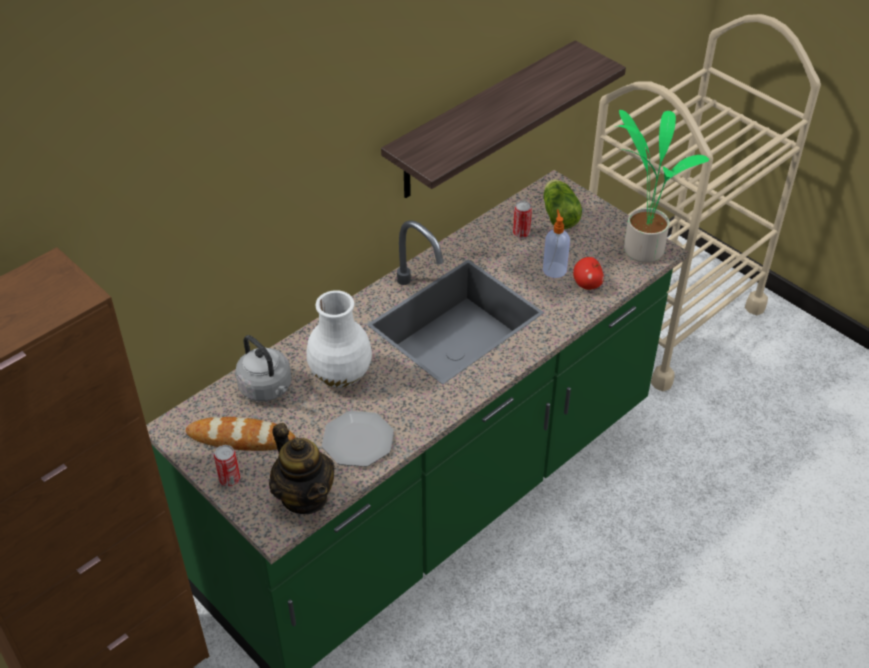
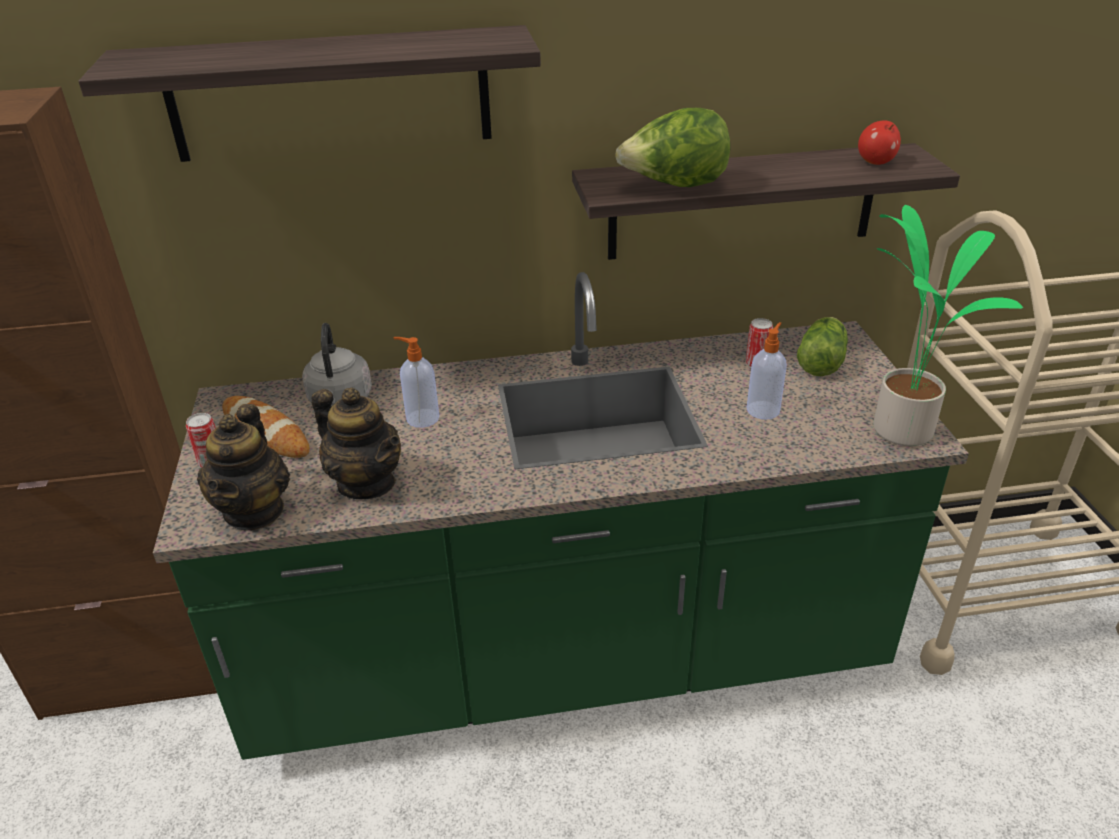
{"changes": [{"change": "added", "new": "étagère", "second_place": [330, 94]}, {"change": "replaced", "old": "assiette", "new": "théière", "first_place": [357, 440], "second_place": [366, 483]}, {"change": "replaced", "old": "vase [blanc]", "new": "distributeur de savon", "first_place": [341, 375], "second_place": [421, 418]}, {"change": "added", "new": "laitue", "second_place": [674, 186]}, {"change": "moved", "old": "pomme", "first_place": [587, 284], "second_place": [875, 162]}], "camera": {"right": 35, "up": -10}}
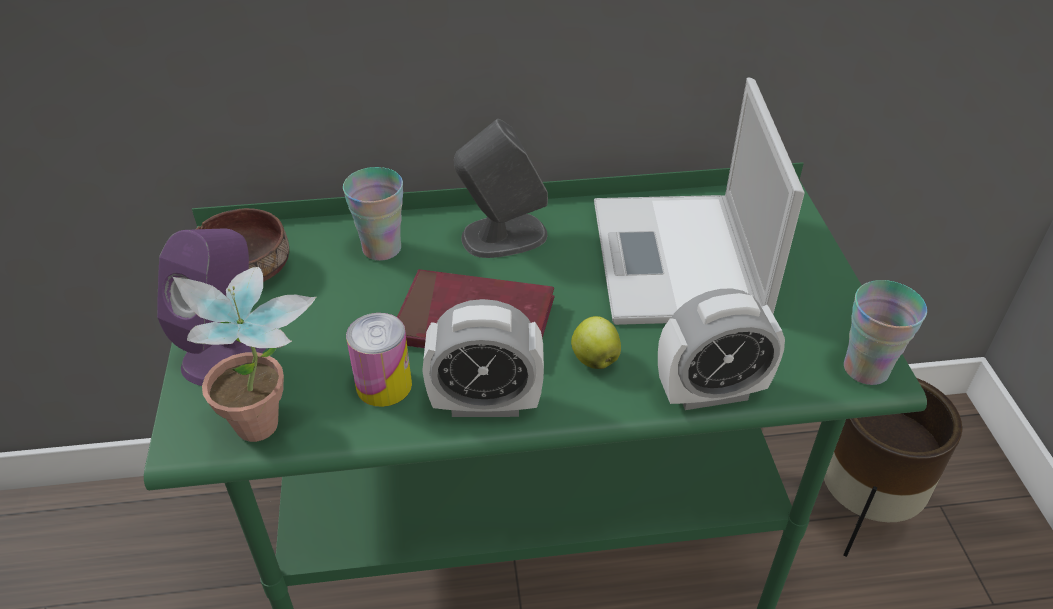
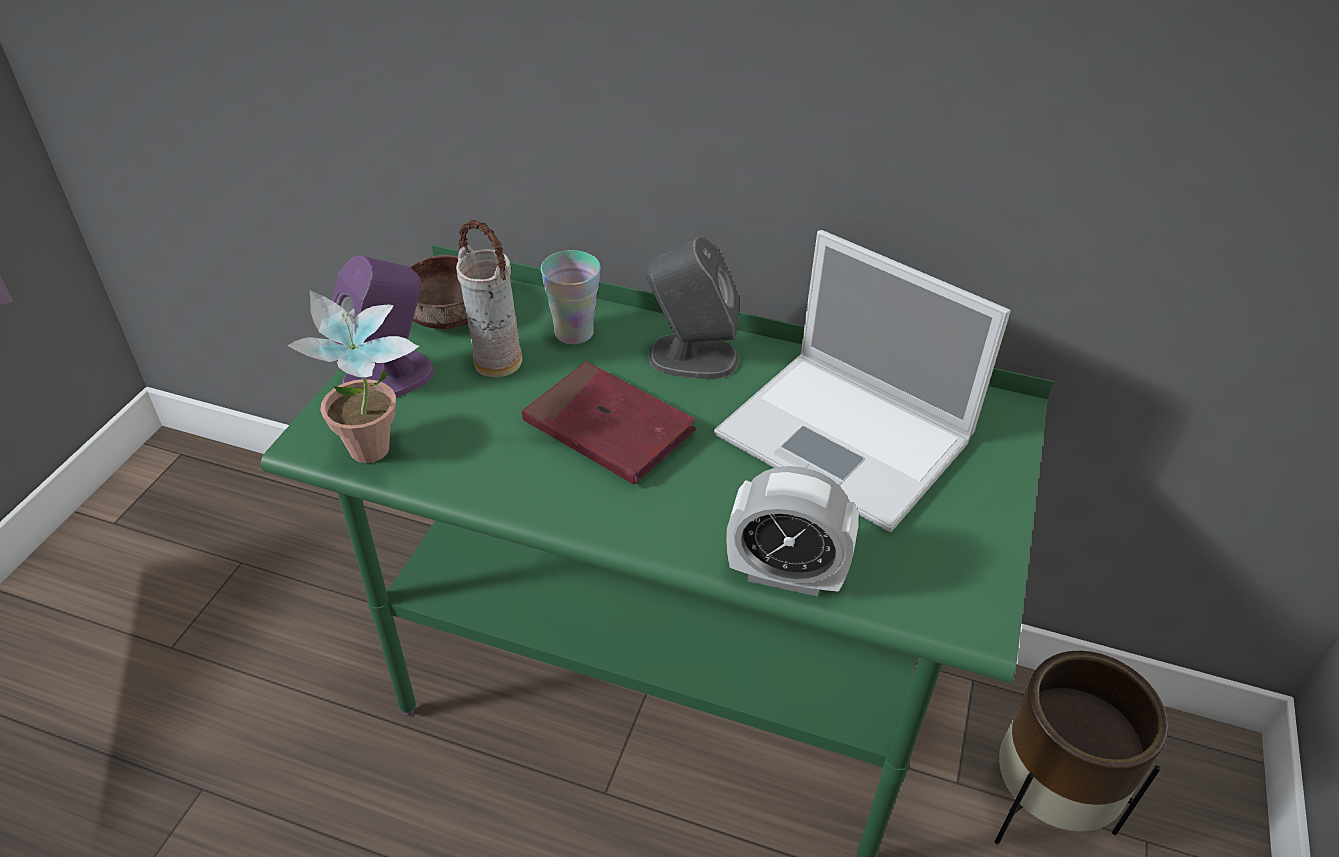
{"changes": [{"change": "added", "new": "vase", "second_place": [496, 364]}, {"change": "turned", "old": "ordinateur portable", "first_place": [678, 261], "second_place": [848, 439], "degrees": -75}, {"change": "removed", "old": "boîte métallique", "first_place": [384, 385]}, {"change": "removed", "old": "réveil", "first_place": [485, 403]}, {"change": "removed", "old": "pomme", "first_place": [594, 359]}, {"change": "removed", "old": "tasse", "first_place": [866, 369]}], "camera": {"right": 25, "up": 0}}
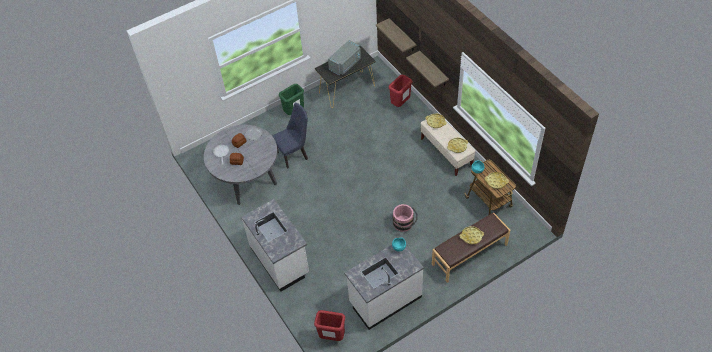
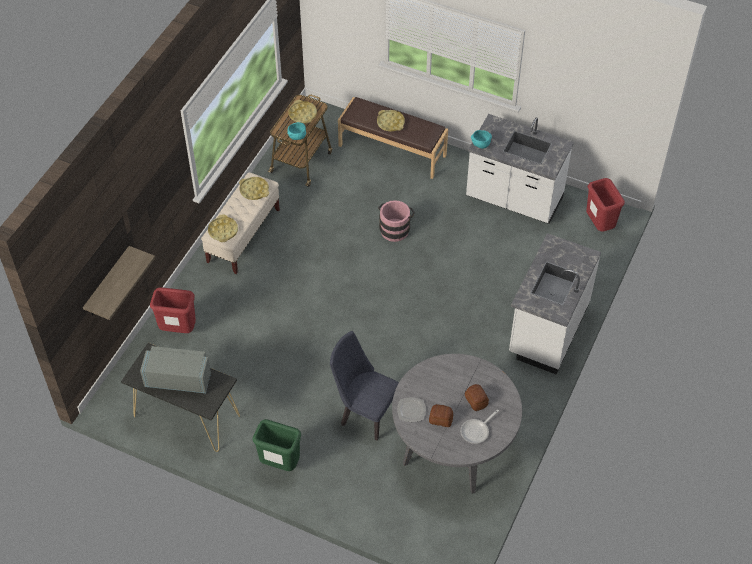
{"changes": [{"change": "removed", "old": "étagère", "first_place": [434, 69]}], "camera": {"right": -125, "up": 0}}
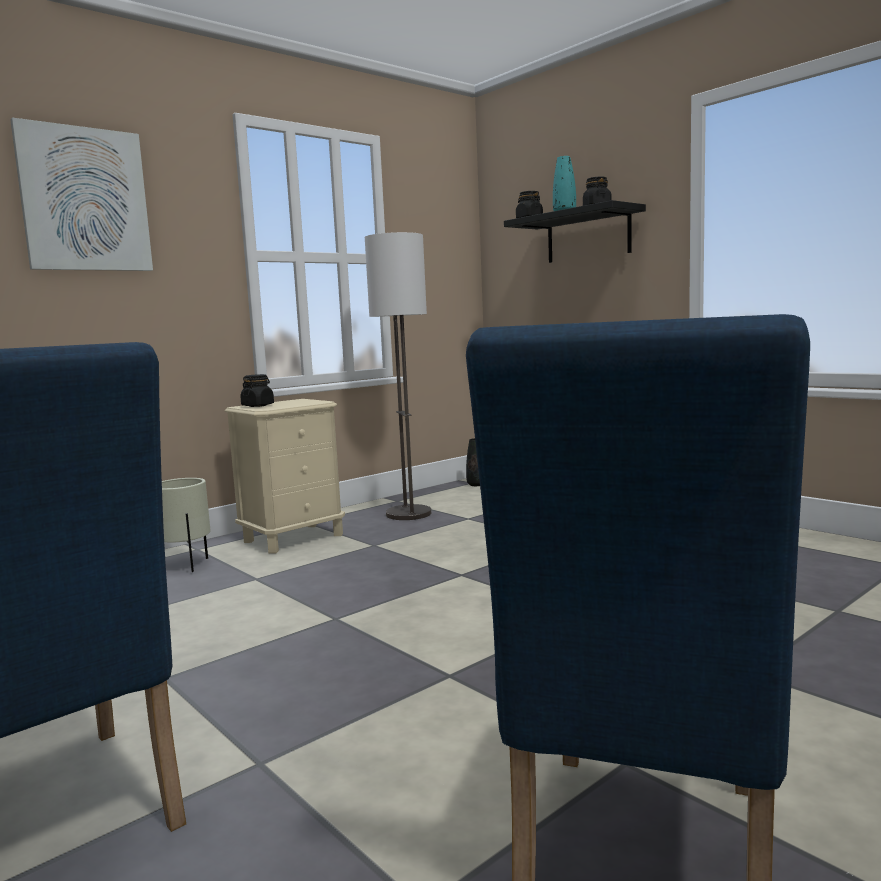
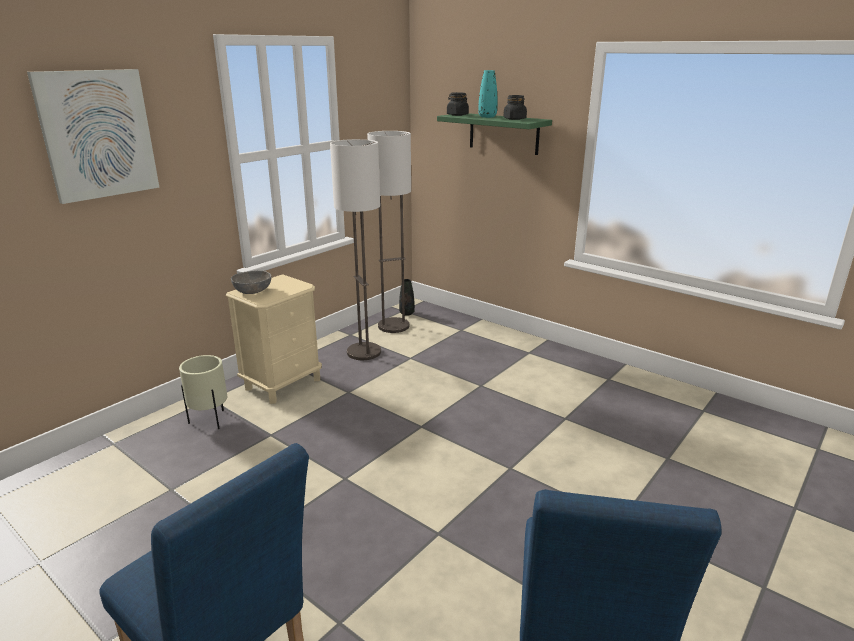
{"changes": [{"change": "replaced", "old": "bocal [noir]", "new": "bol [gris]", "first_place": [258, 405], "second_place": [253, 291]}, {"change": "added", "new": "lampadaire", "second_place": [393, 326]}, {"change": "recoloured", "old": "étagère [noir]", "new": "étagère [vert]", "first_place": [588, 236], "second_place": [503, 133]}], "camera": {"right": -10, "up": 15}}
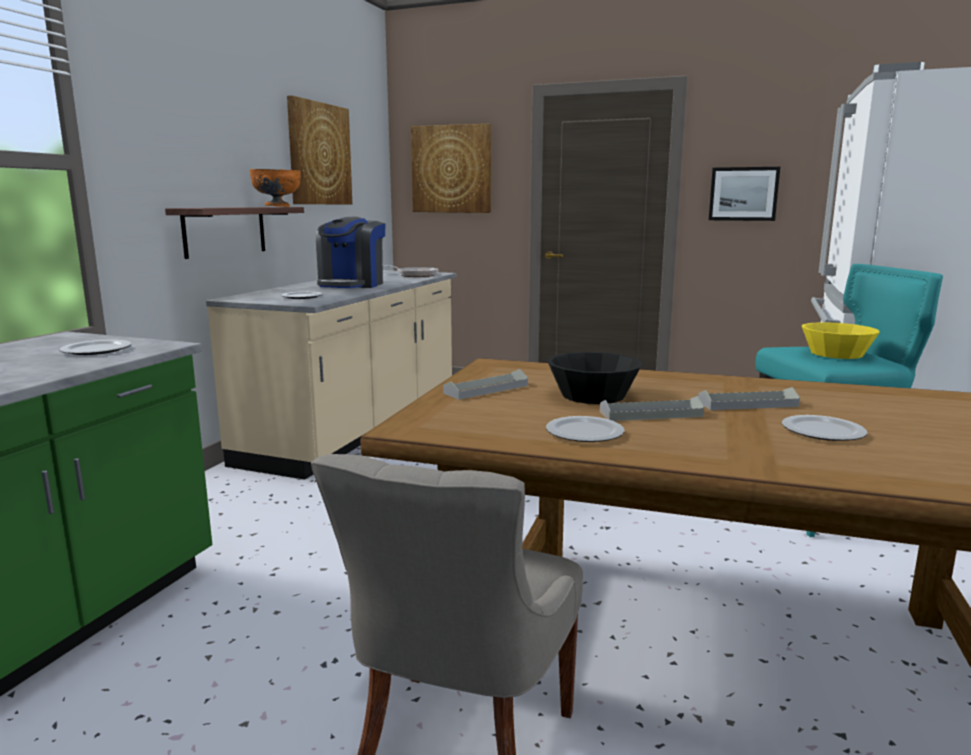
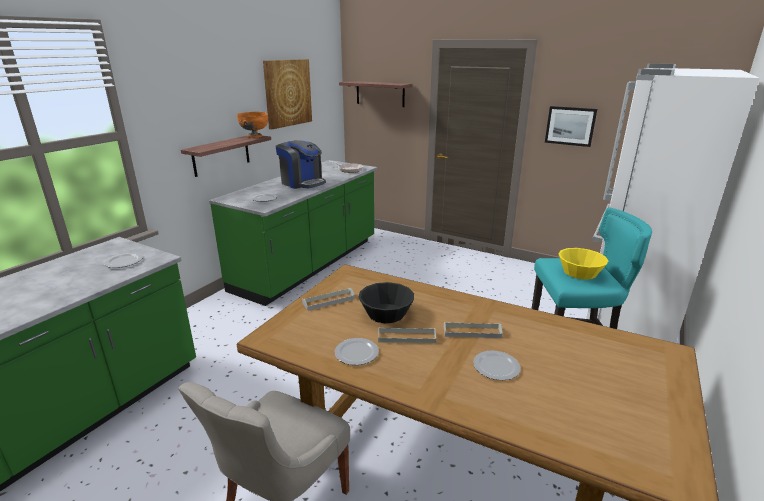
{"changes": [{"change": "recoloured", "old": "comptoir de cuisine [beige]", "new": "comptoir de cuisine [vert]", "first_place": [357, 426], "second_place": [309, 264]}, {"change": "turned", "old": "machine à café", "first_place": [351, 285], "second_place": [302, 183], "degrees": -75}, {"change": "replaced", "old": "tableau", "new": "étagère", "first_place": [451, 169], "second_place": [380, 93]}], "camera": {"right": 10, "up": 10}}
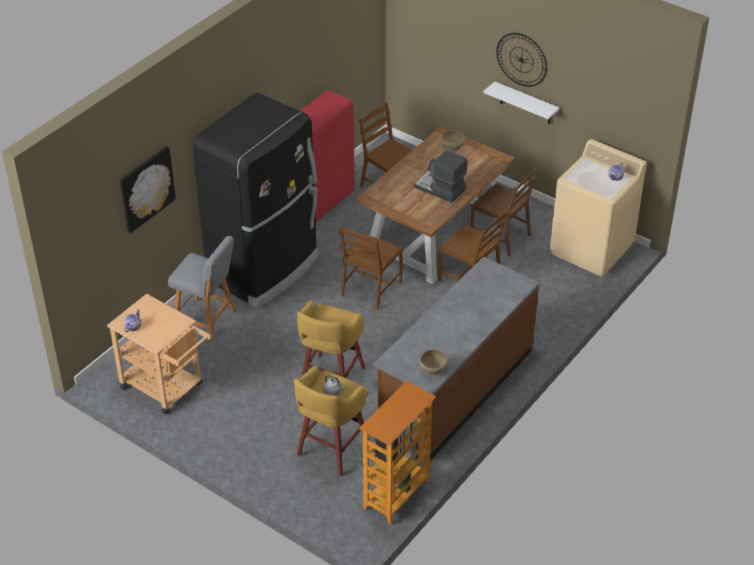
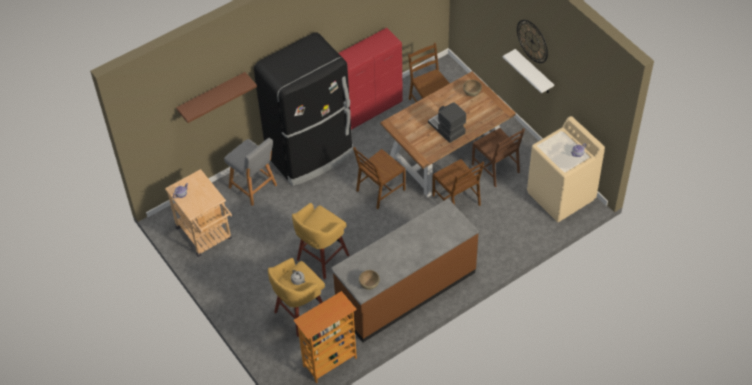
{"changes": [{"change": "replaced", "old": "tableau", "new": "étagère [marron]", "first_place": [146, 188], "second_place": [212, 95]}], "camera": {"right": 20, "up": 10}}
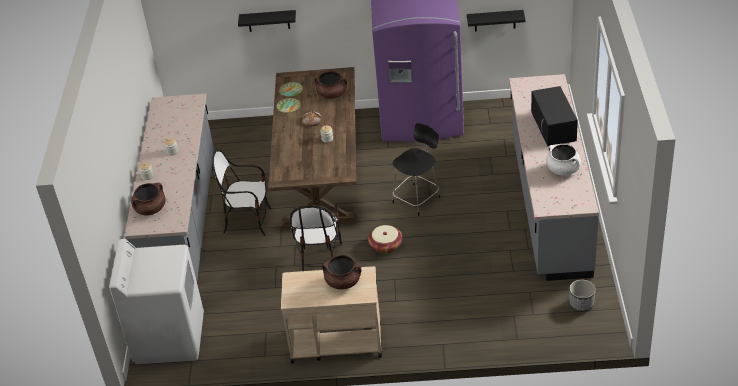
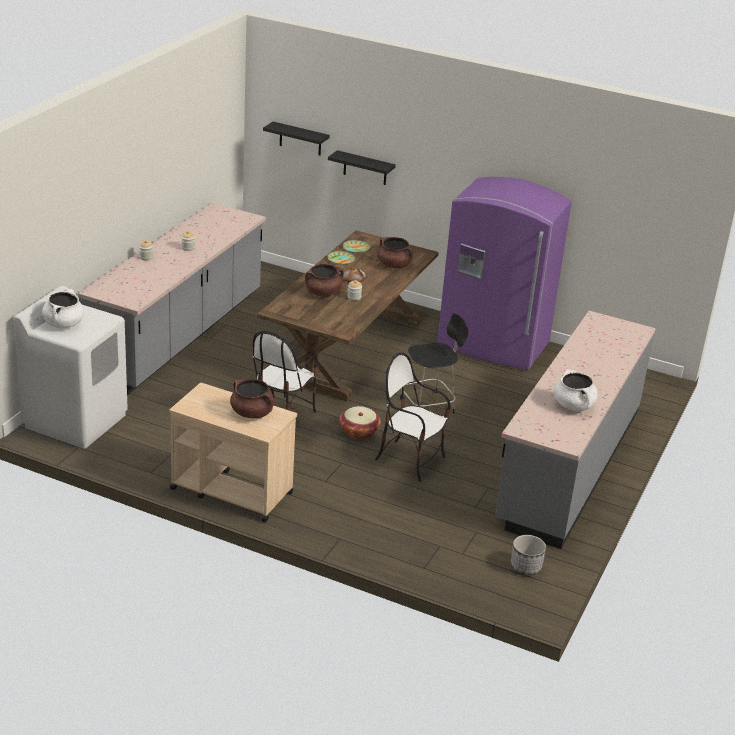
{"changes": [{"change": "added", "new": "marmite [blanc]", "second_place": [64, 324]}, {"change": "moved", "old": "étagère [noir]", "first_place": [495, 20], "second_place": [300, 139]}, {"change": "moved", "old": "marmite [marron]", "first_place": [150, 209], "second_place": [323, 293]}, {"change": "moved", "old": "chaise", "first_place": [248, 221], "second_place": [410, 460]}, {"change": "removed", "old": "micro-ondes [noir]", "first_place": [554, 126]}], "camera": {"right": 20, "up": -10}}
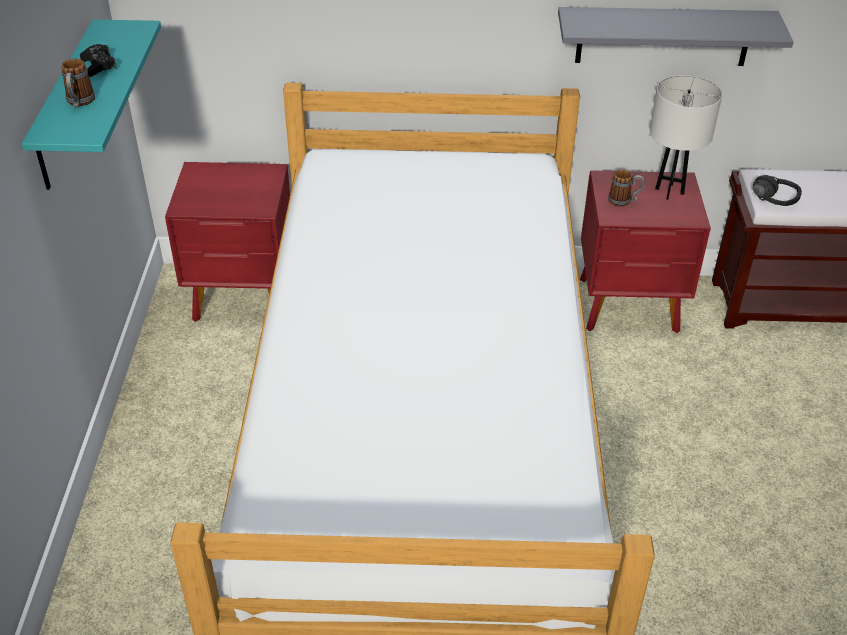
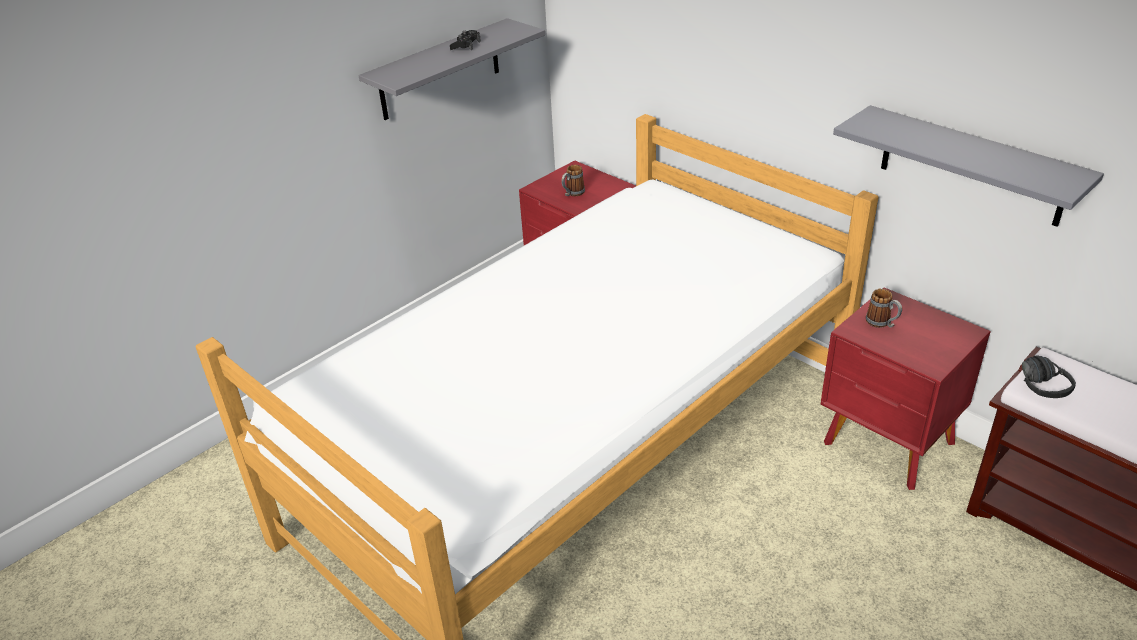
{"changes": [{"change": "recoloured", "old": "étagère [turquoise]", "new": "étagère [gris]", "first_place": [67, 106], "second_place": [440, 70]}, {"change": "moved", "old": "mug", "first_place": [80, 103], "second_place": [572, 194]}, {"change": "removed", "old": "lampe de table [blanc]", "first_place": [669, 191]}], "camera": {"right": 45, "up": -5}}
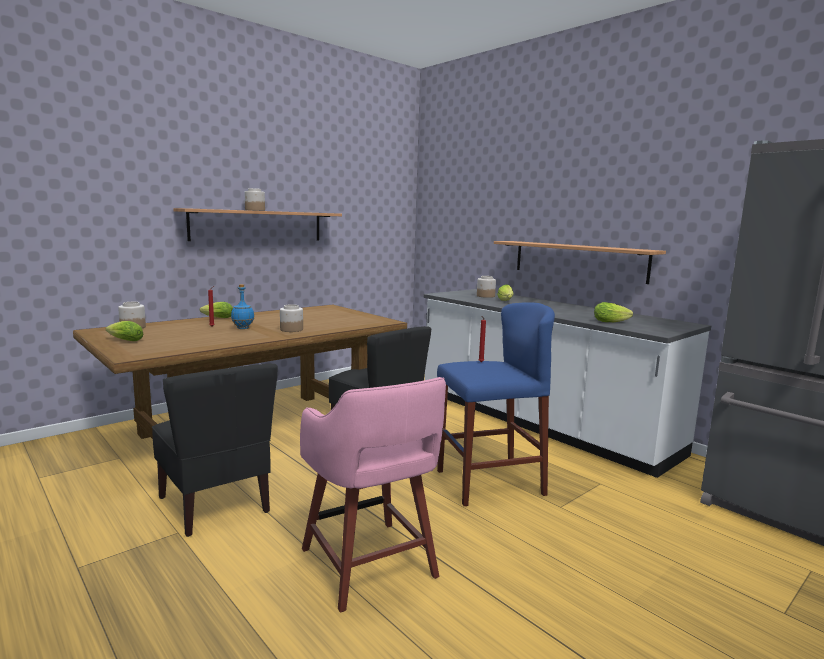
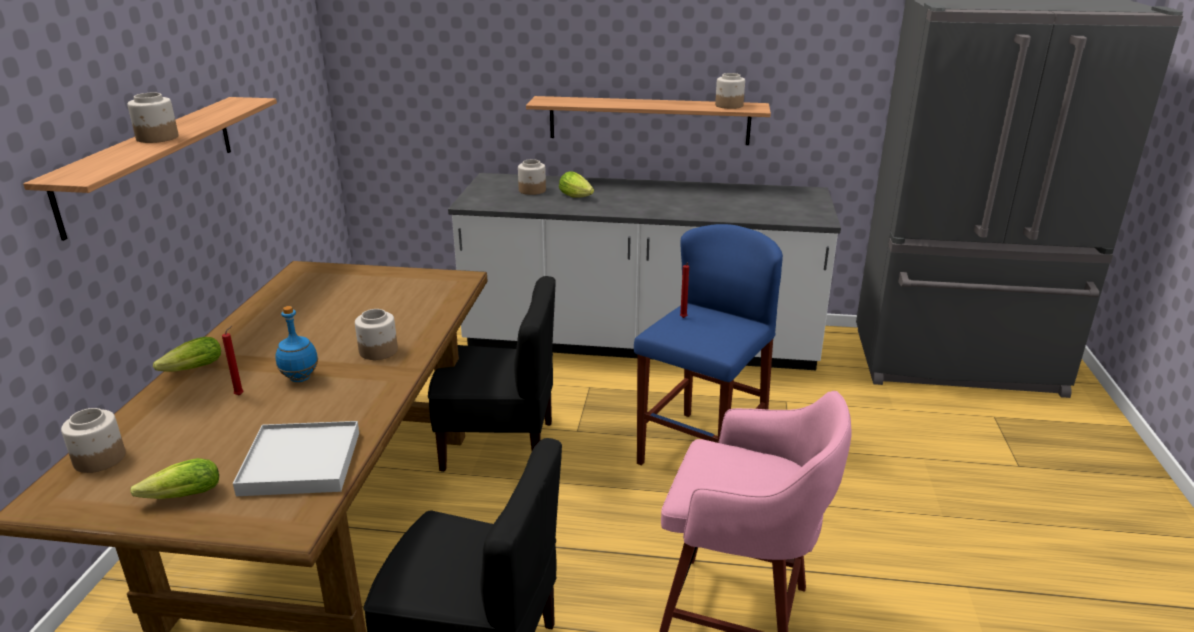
{"changes": [{"change": "added", "new": "plateau [blanc]", "second_place": [301, 462]}, {"change": "added", "new": "bocal", "second_place": [729, 105]}, {"change": "removed", "old": "laitue", "first_place": [612, 322]}], "camera": {"right": -40, "up": 15}}
